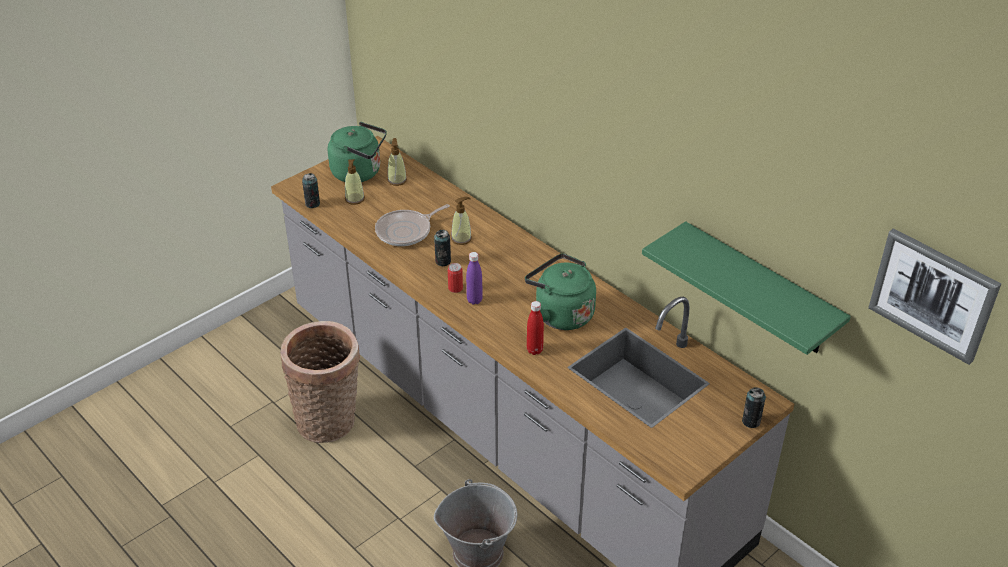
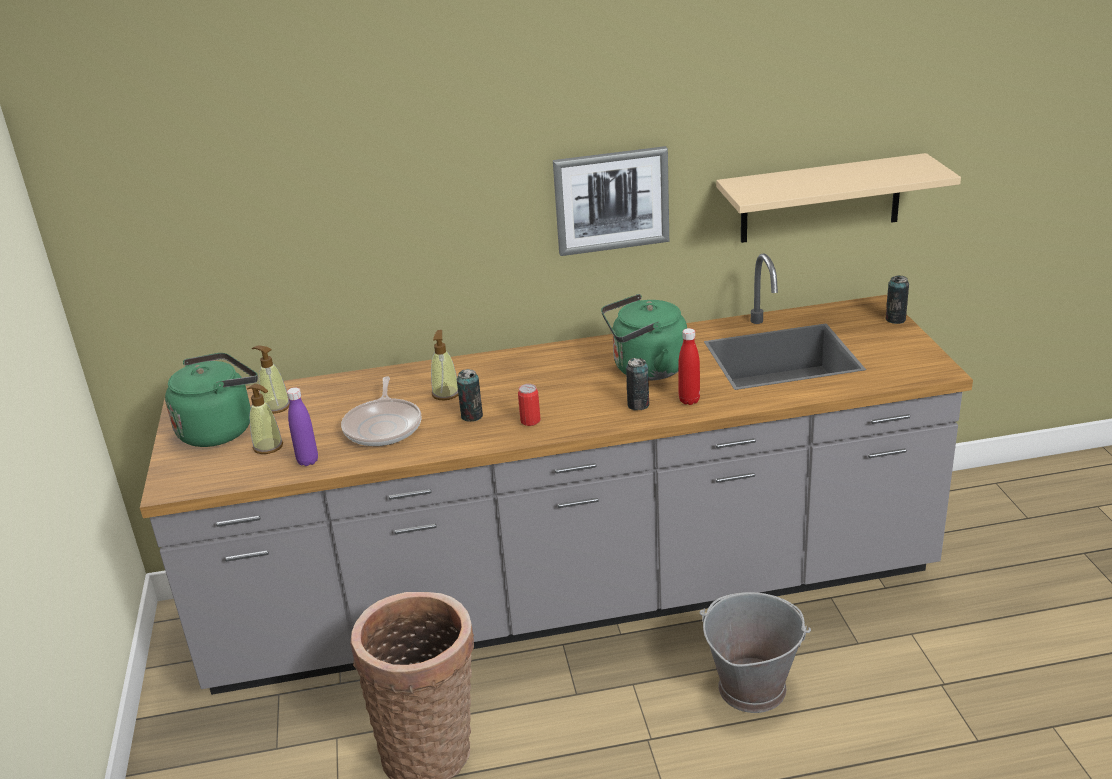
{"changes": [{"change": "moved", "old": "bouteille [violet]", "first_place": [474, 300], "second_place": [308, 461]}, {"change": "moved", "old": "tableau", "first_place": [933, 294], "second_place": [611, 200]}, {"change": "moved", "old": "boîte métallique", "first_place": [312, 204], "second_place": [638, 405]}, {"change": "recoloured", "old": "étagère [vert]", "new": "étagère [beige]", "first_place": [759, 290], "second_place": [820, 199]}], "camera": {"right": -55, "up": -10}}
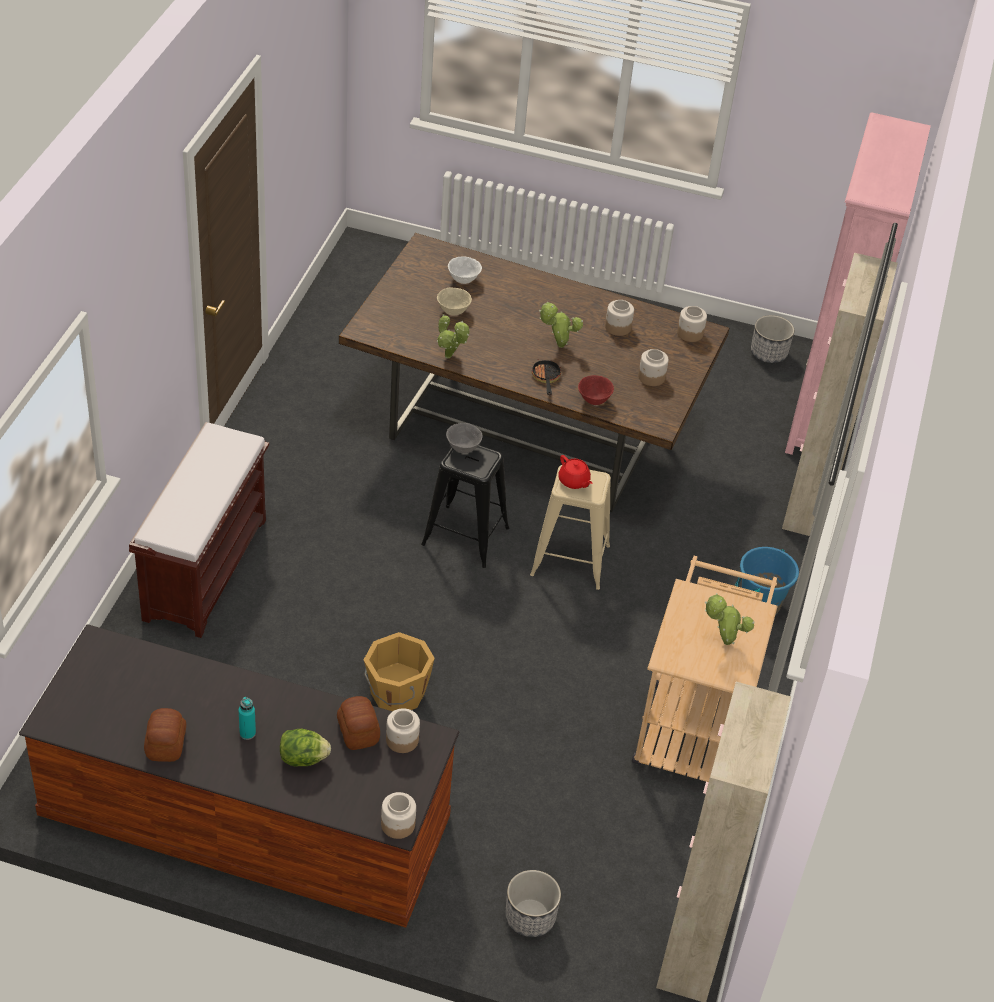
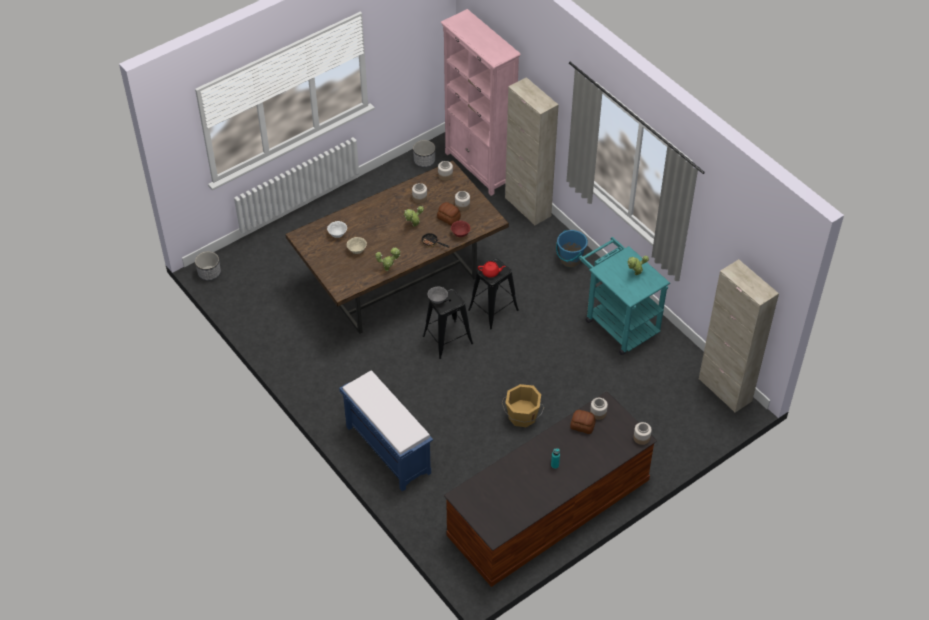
{"changes": [{"change": "moved", "old": "cache-pot", "first_place": [530, 917], "second_place": [209, 273]}, {"change": "recoloured", "old": "banc [marron]", "new": "banc [bleu]", "first_place": [205, 567], "second_place": [387, 449]}, {"change": "moved", "old": "pain", "first_place": [165, 744], "second_place": [448, 218]}, {"change": "recoloured", "old": "tabouret [beige]", "new": "tabouret [noir]", "first_place": [571, 560], "second_place": [493, 310]}, {"change": "recoloured", "old": "chariot [beige]", "new": "chariot [turquoise]", "first_place": [693, 725], "second_place": [617, 322]}, {"change": "removed", "old": "laitue", "first_place": [303, 758]}], "camera": {"right": -50, "up": 5}}
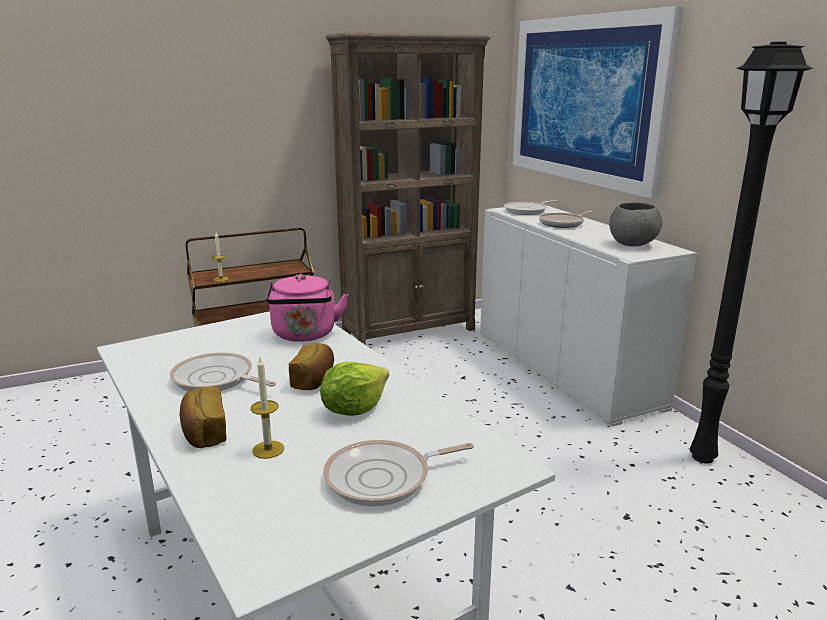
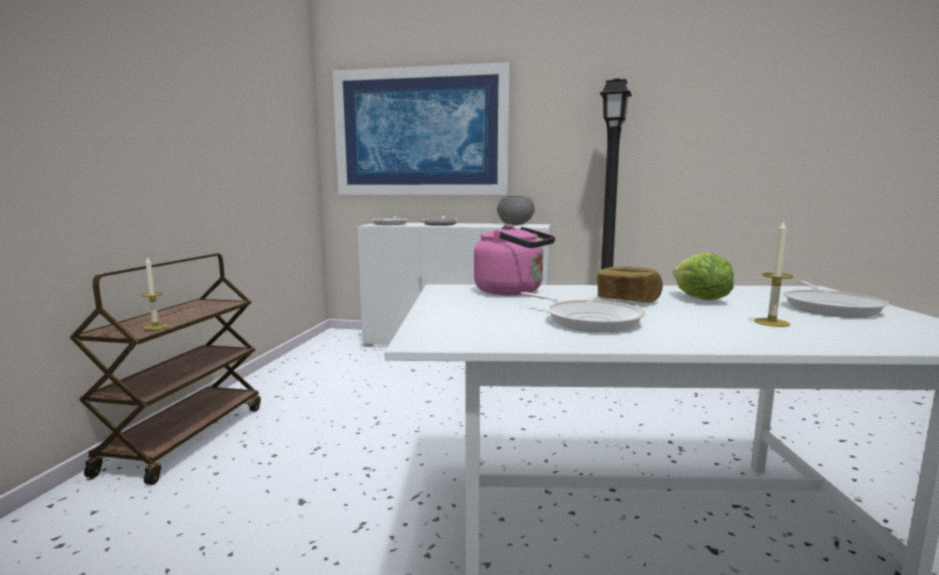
{"changes": [{"change": "turned", "old": "poêle", "first_place": [216, 379], "second_place": [588, 320], "degrees": -105}, {"change": "removed", "old": "pain", "first_place": [204, 433]}, {"change": "removed", "old": "bibliothèque [marron]", "first_place": [409, 331]}], "camera": {"right": -55, "up": -10}}
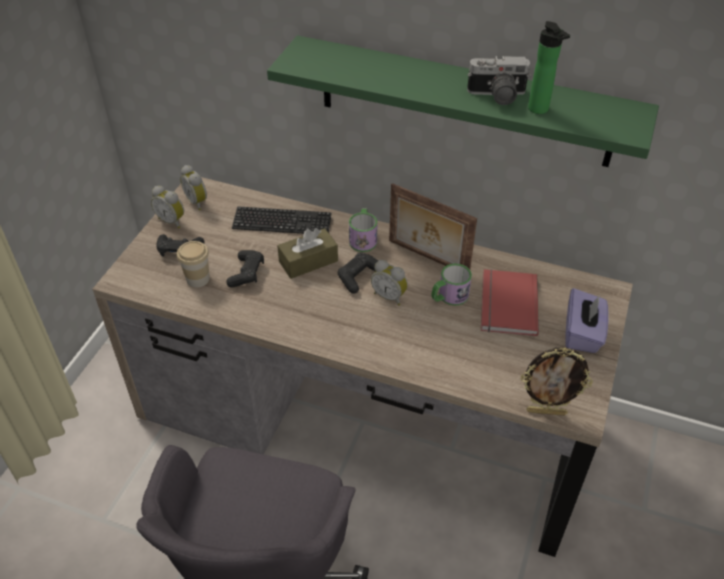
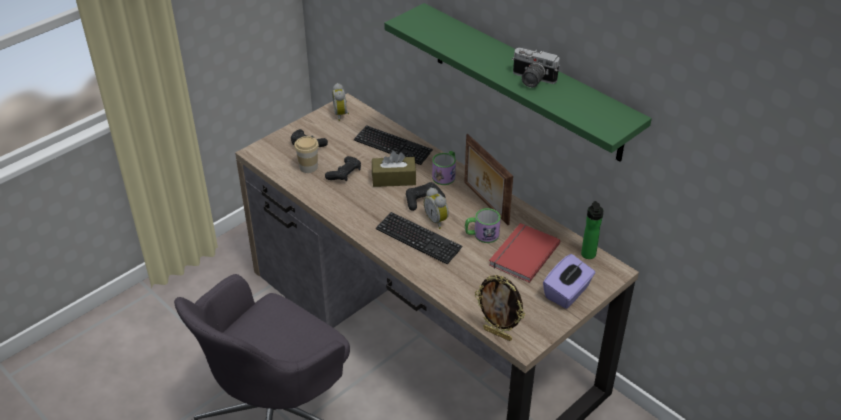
{"changes": [{"change": "added", "new": "clavier", "second_place": [418, 239]}, {"change": "moved", "old": "bouteille", "first_place": [540, 110], "second_place": [588, 256]}, {"change": "removed", "old": "réveil", "first_place": [172, 220]}], "camera": {"right": 25, "up": -5}}
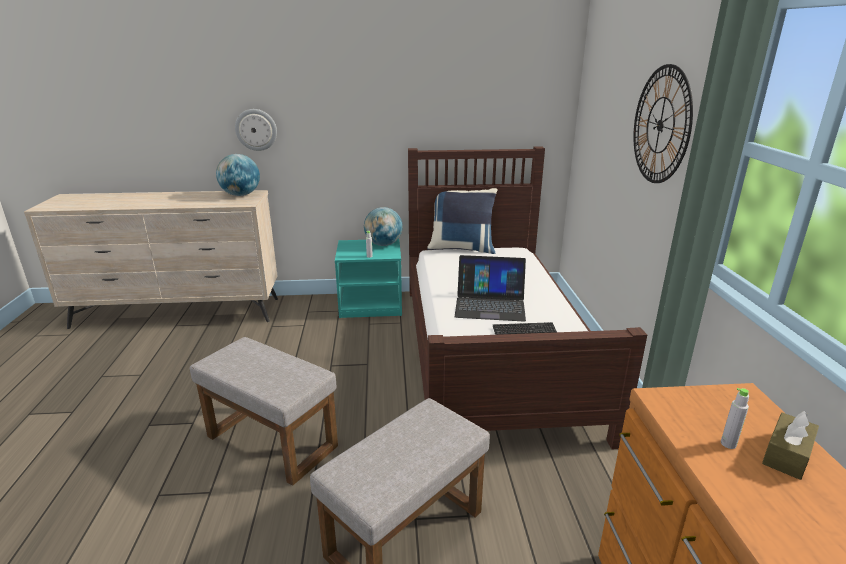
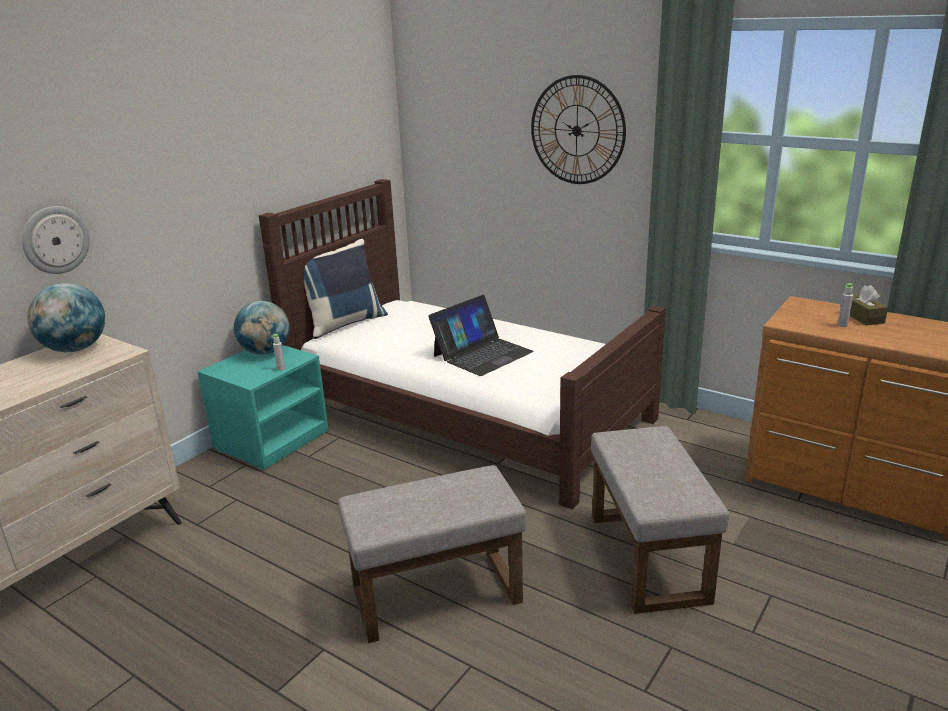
{"changes": [{"change": "removed", "old": "clavier", "first_place": [524, 331]}], "camera": {"right": -50, "up": 0}}
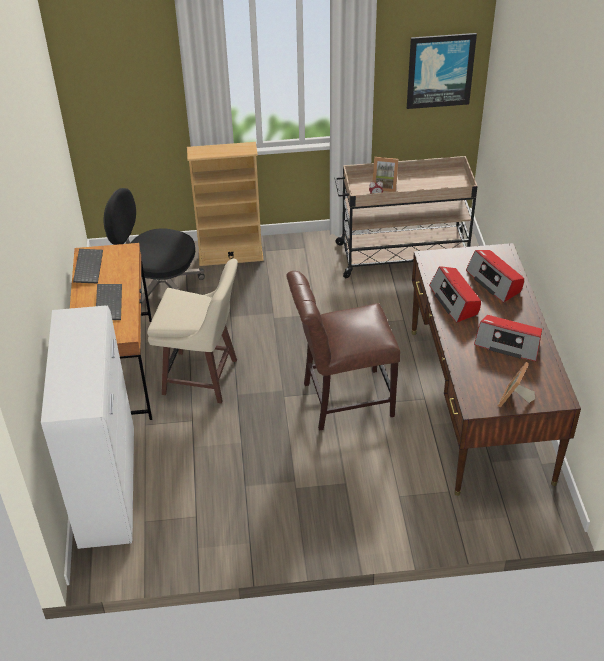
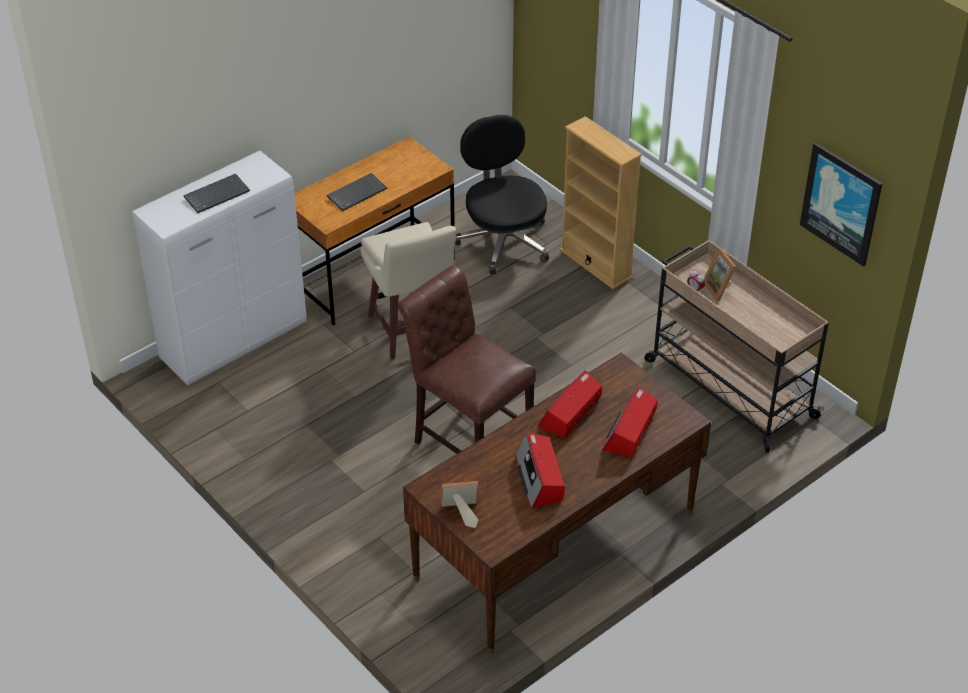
{"changes": [{"change": "moved", "old": "clavier", "first_place": [87, 266], "second_place": [217, 194]}], "camera": {"right": 55, "up": 0}}
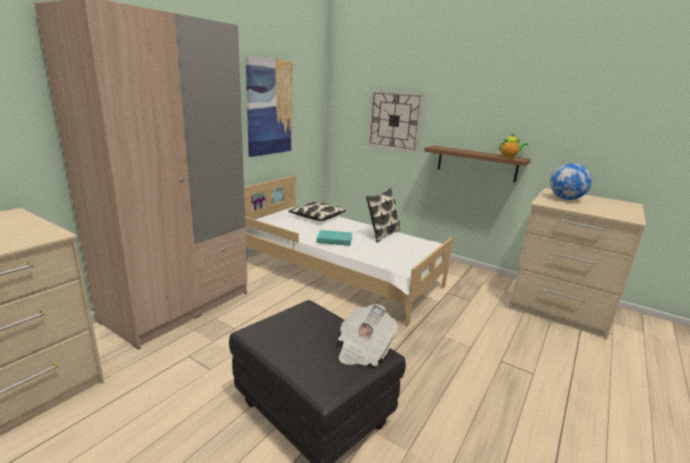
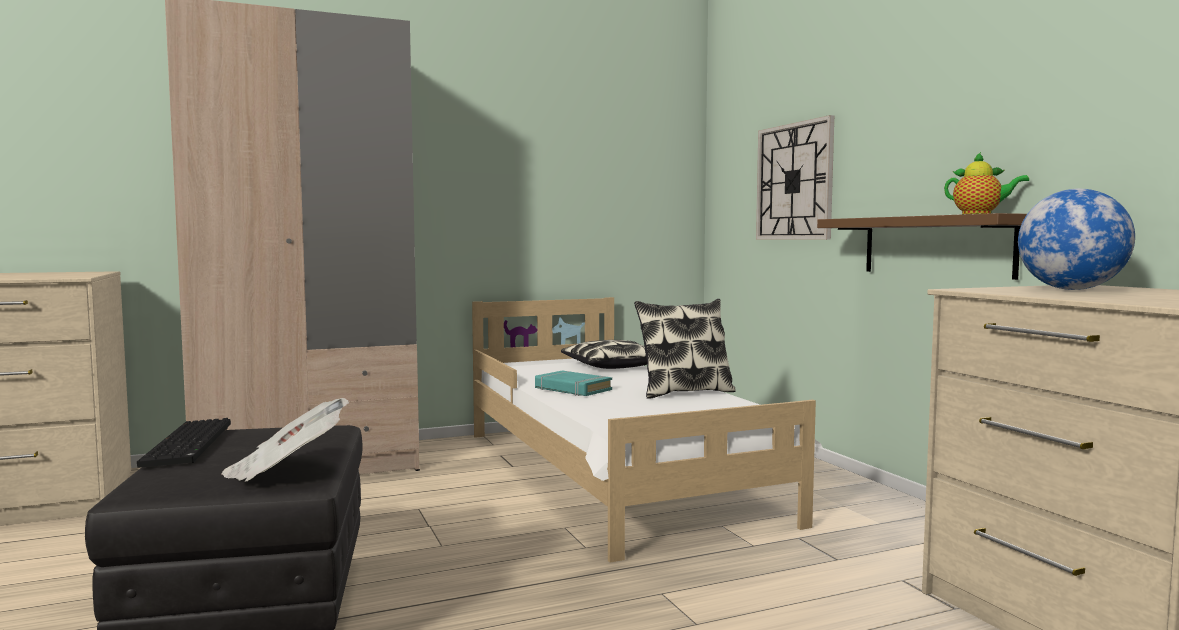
{"changes": [{"change": "added", "new": "clavier", "second_place": [191, 445]}, {"change": "removed", "old": "tableau", "first_place": [269, 107]}], "camera": {"right": 35, "up": -15}}
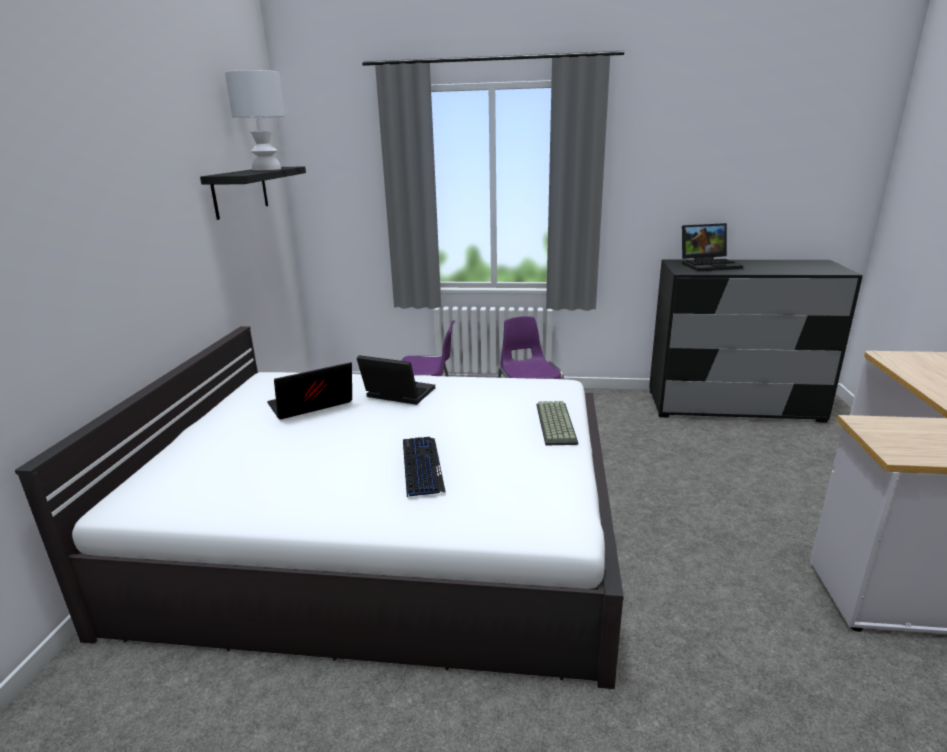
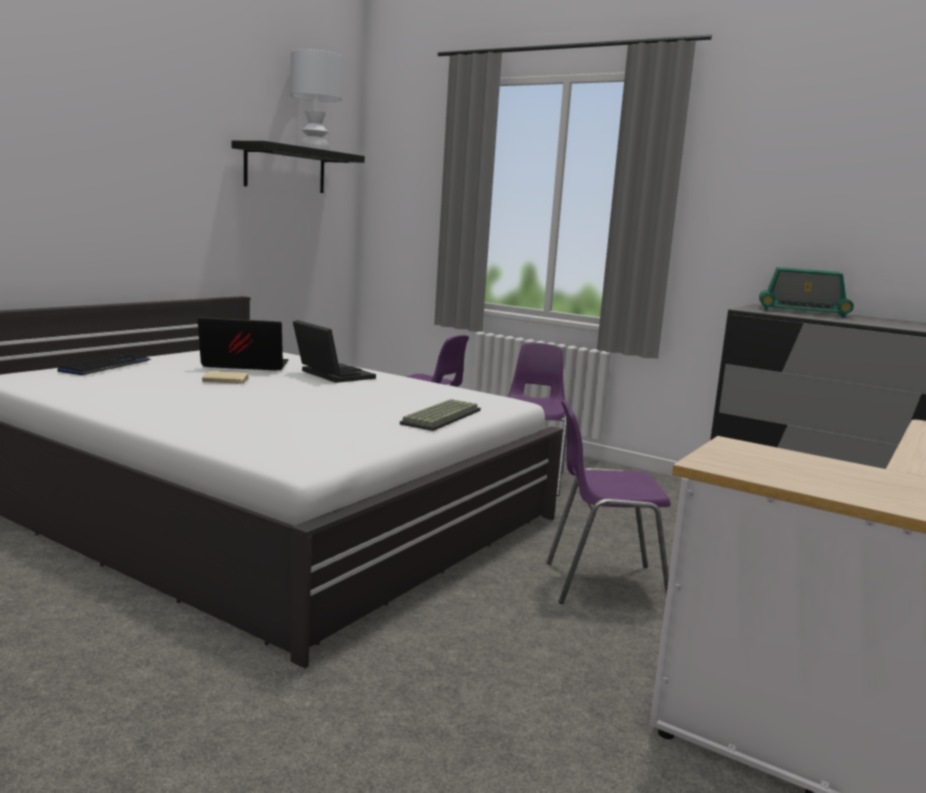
{"changes": [{"change": "moved", "old": "clavier", "first_place": [421, 466], "second_place": [106, 366]}, {"change": "added", "new": "livre [beige]", "second_place": [225, 381]}, {"change": "added", "new": "chaise [violet]", "second_place": [601, 584]}, {"change": "replaced", "old": "ordinateur portable", "new": "radio", "first_place": [709, 265], "second_place": [802, 312]}], "camera": {"right": 25, "up": -10}}
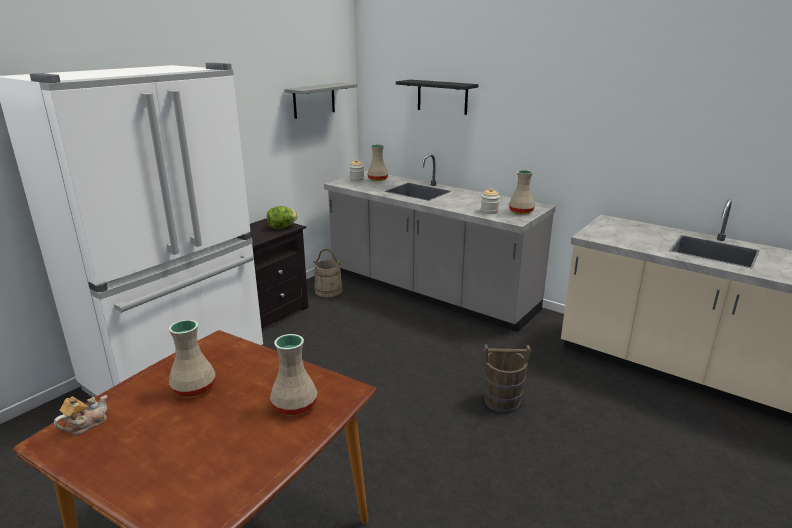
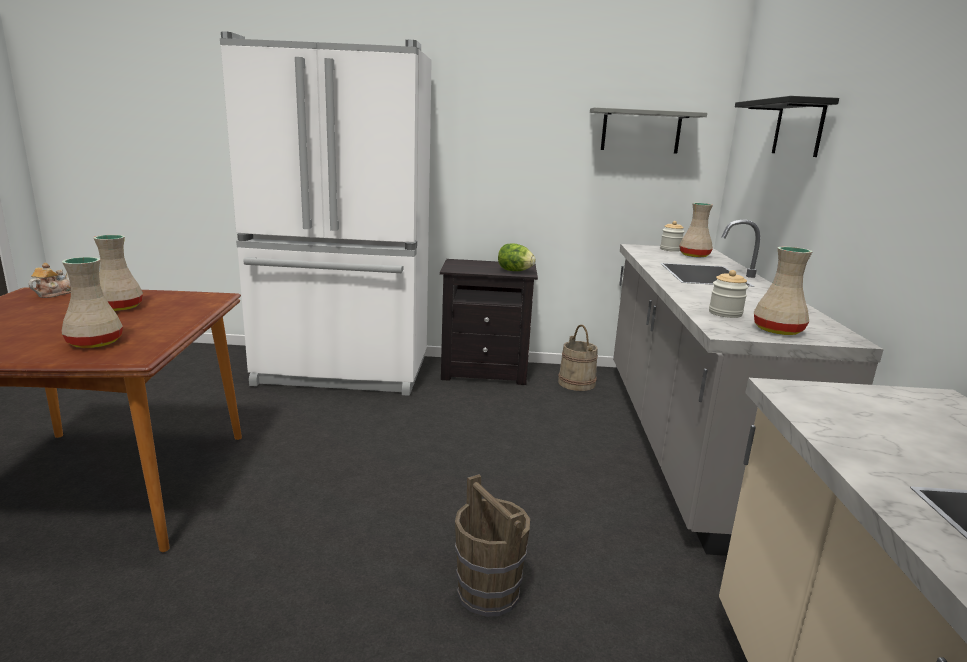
{"changes": [{"change": "turned", "old": "théière", "first_place": [85, 424], "second_place": [53, 294], "degrees": -75}], "camera": {"right": 55, "up": -5}}
